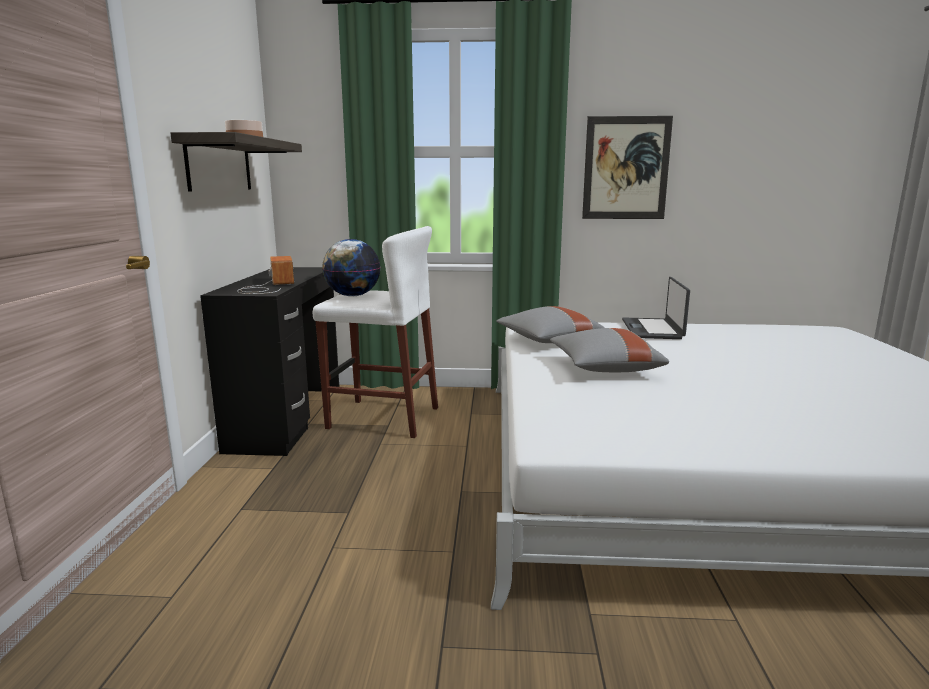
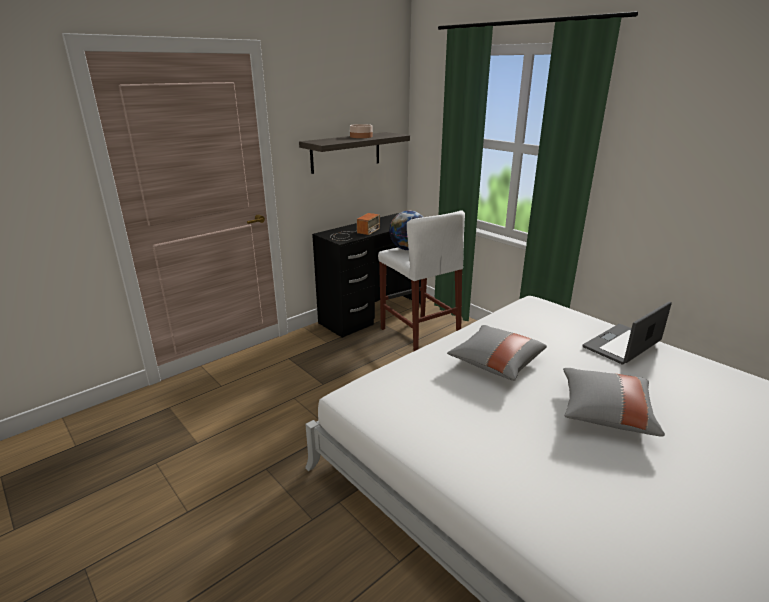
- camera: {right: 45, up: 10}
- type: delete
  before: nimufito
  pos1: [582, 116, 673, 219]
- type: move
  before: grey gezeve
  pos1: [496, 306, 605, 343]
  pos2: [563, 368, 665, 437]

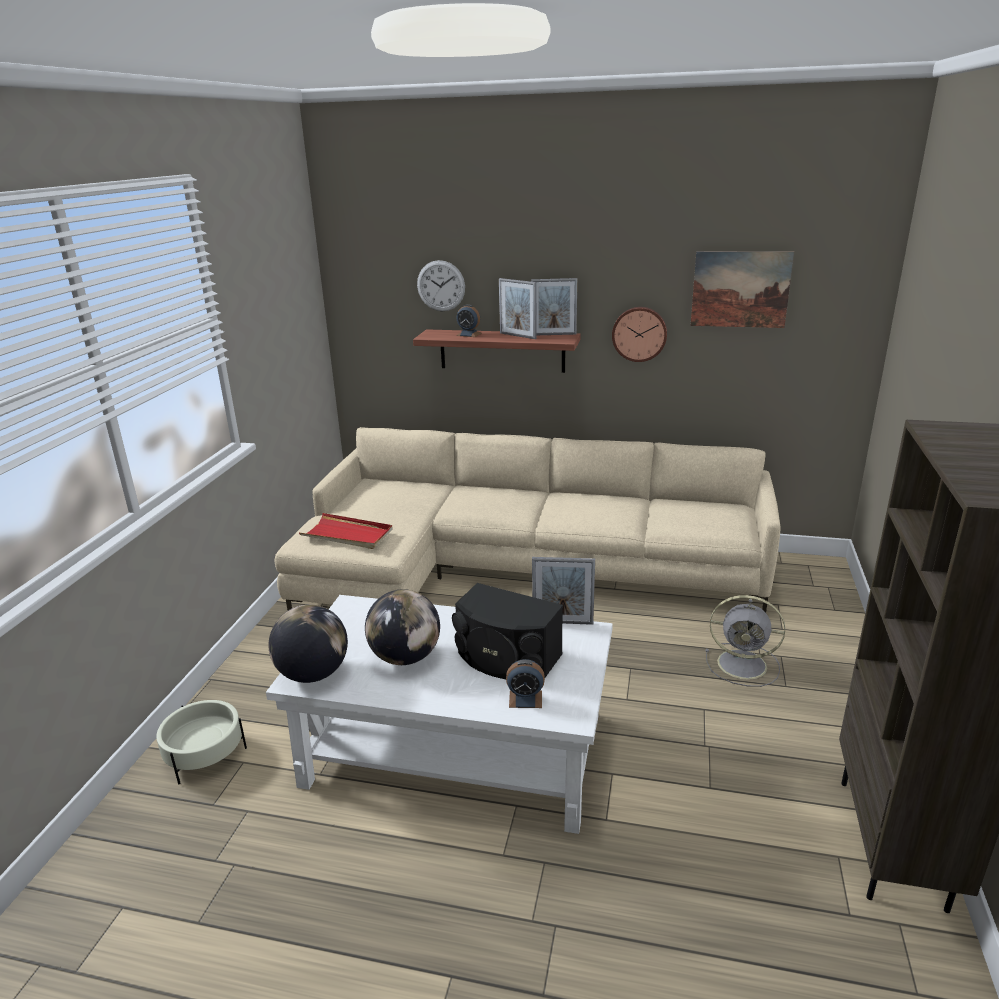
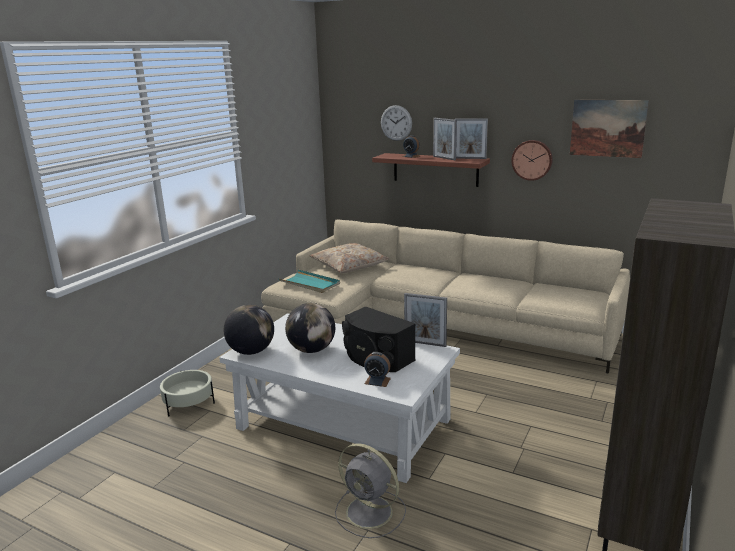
- camera: {right: 15, up: -5}
- type: recolor
  before: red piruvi
  after: turquoise piruvi
  pos1: [299, 513, 393, 549]
  pos2: [279, 270, 340, 293]
- type: move
  before: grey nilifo
  pos1: [706, 595, 785, 687]
  pos2: [335, 443, 406, 538]
- type: insert
  after: beige gezeve
  pos2: [310, 243, 390, 273]

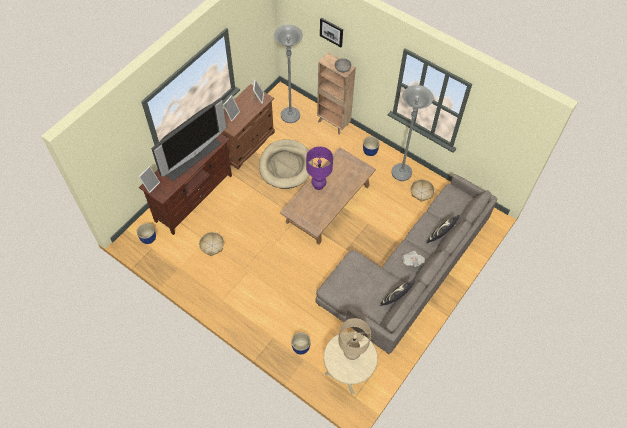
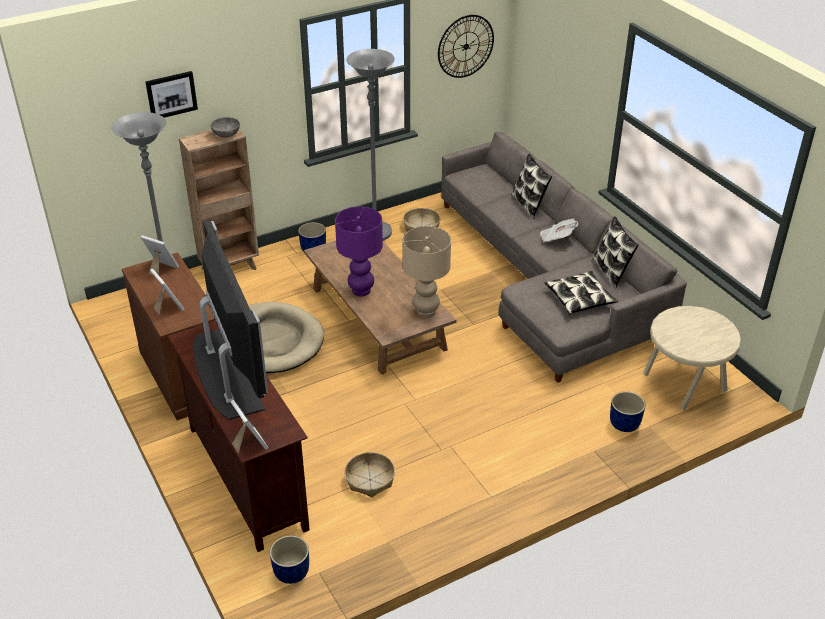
- camera: {right: -65, up: -20}
- type: move
  before: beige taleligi
  pos1: [338, 318, 371, 360]
  pos2: [403, 226, 451, 318]
- type: insert
  after: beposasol
  pos2: [438, 15, 494, 78]
- type: insert
  after: gezeve
  pos2: [544, 271, 618, 315]

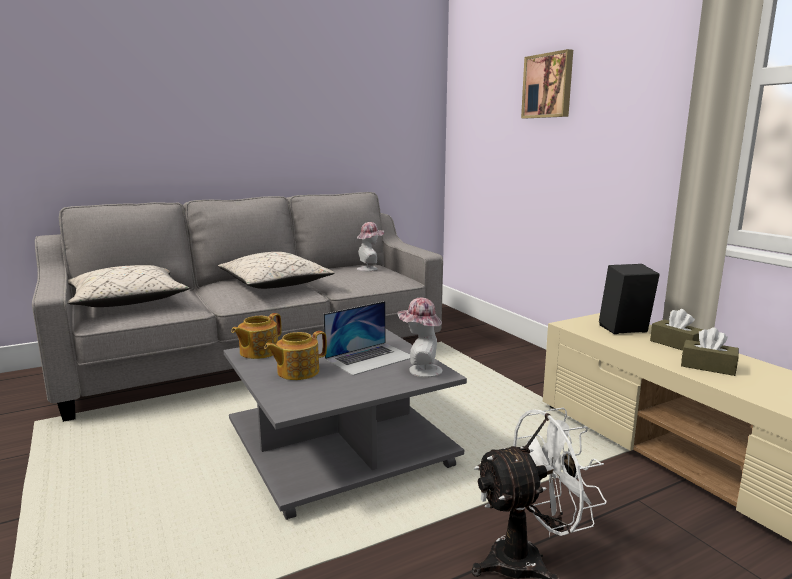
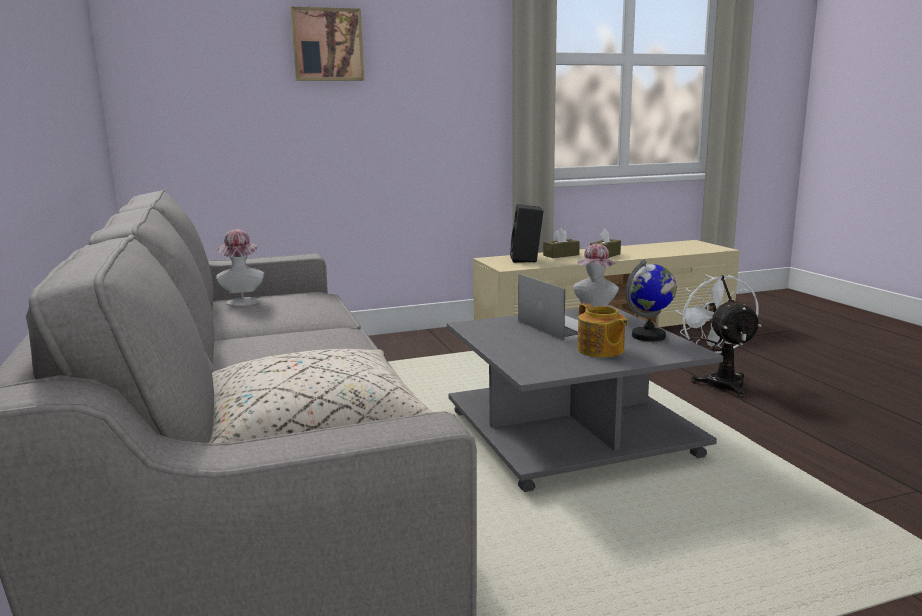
- camera: {right: -80, up: 0}
- type: delete
  before: beige gezeve
  pos1: [218, 252, 335, 289]
- type: delete
  before: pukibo
  pos1: [231, 313, 282, 359]
- type: insert
  after: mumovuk
  pos2: [626, 259, 676, 341]

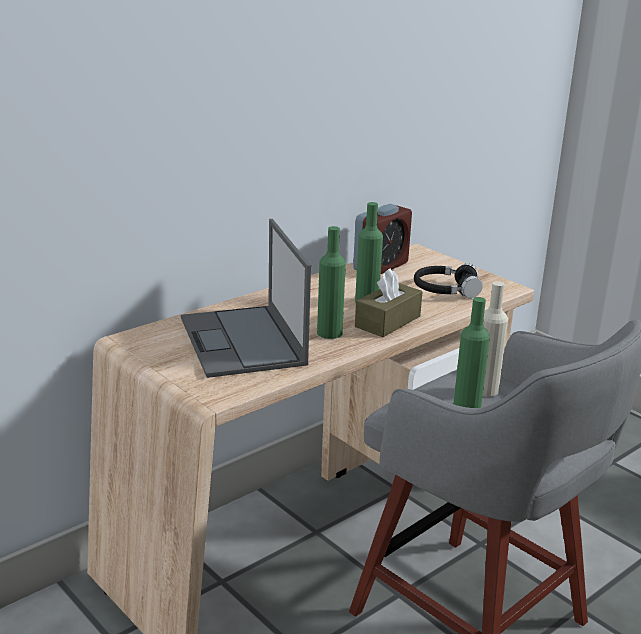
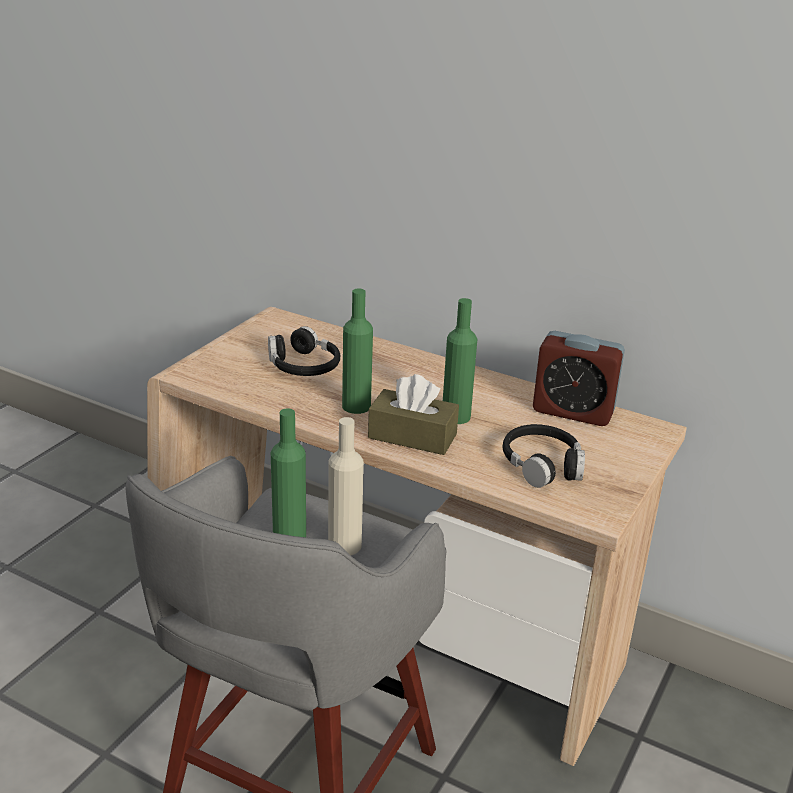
- camera: {right: 70, up: 5}
- type: replace
  before: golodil
  after: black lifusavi
  pos1: [181, 219, 311, 378]
  pos2: [268, 326, 340, 376]

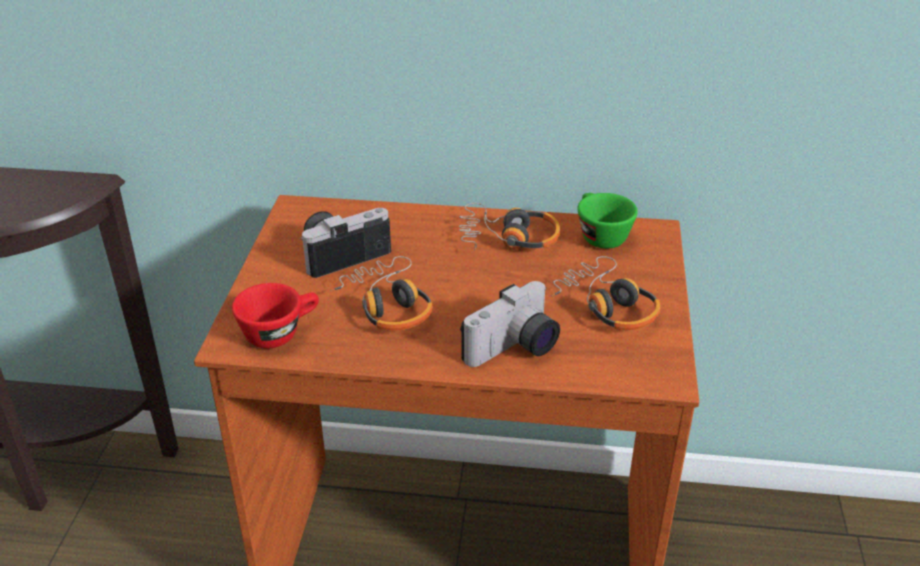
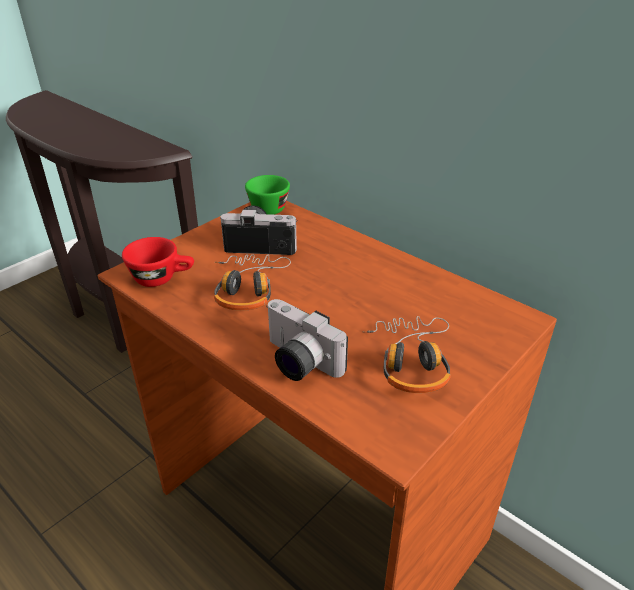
- camera: {right: 35, up: 0}
- type: move
  before: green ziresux
  pos1: [578, 193, 638, 249]
  pos2: [245, 175, 290, 215]
- type: delete
  before: lifusavi
  pos1: [459, 203, 560, 250]
- type: rotate
  before: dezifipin
  pos1: [460, 281, 560, 367]
  pos2: [266, 299, 348, 381]
  turn: 45

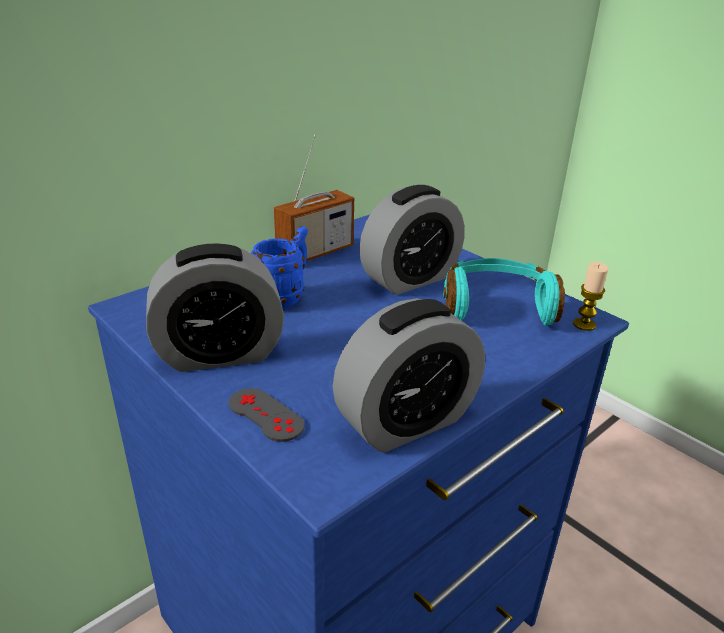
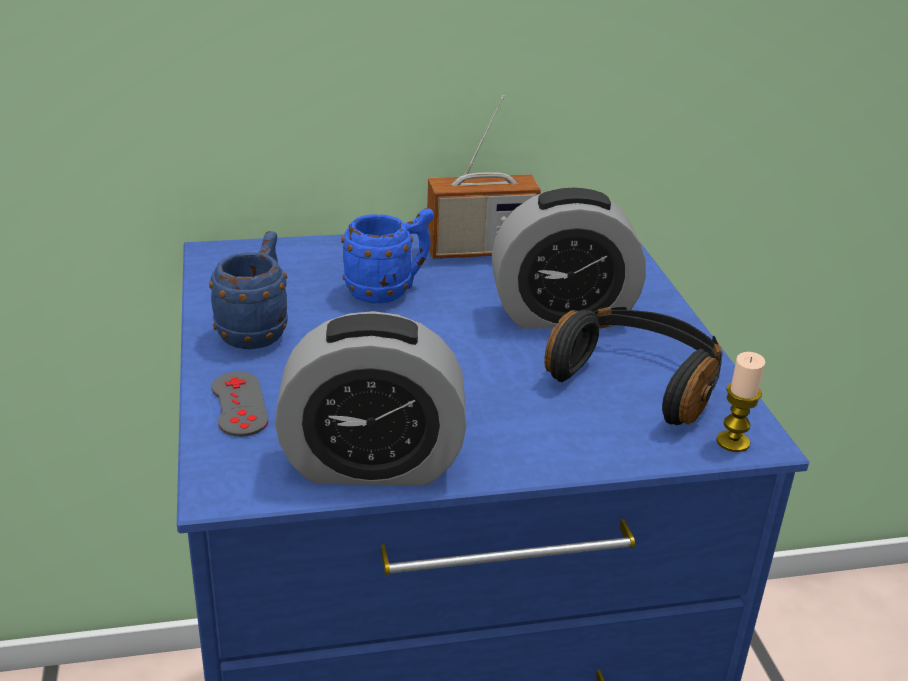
- camera: {right: 30, up: 0}
- type: replace
  before: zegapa
  after: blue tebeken
  pos1: [146, 243, 284, 372]
  pos2: [209, 231, 288, 349]
- type: recolor
  before: turquoise lifusavi
  after: black lifusavi
  pos1: [443, 258, 565, 326]
  pos2: [544, 307, 722, 425]

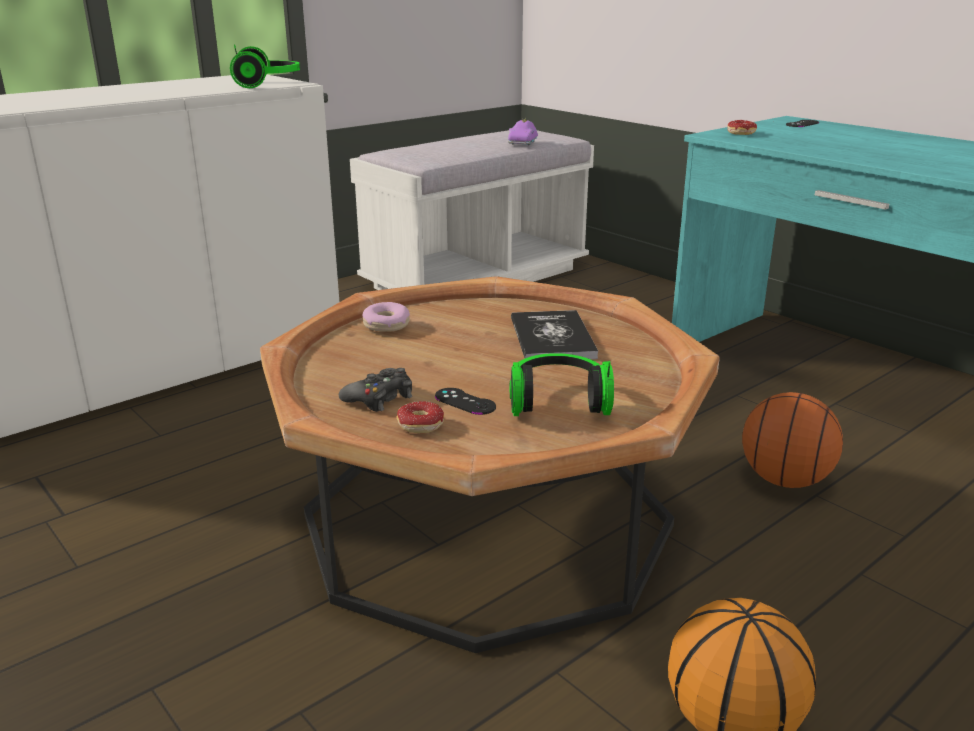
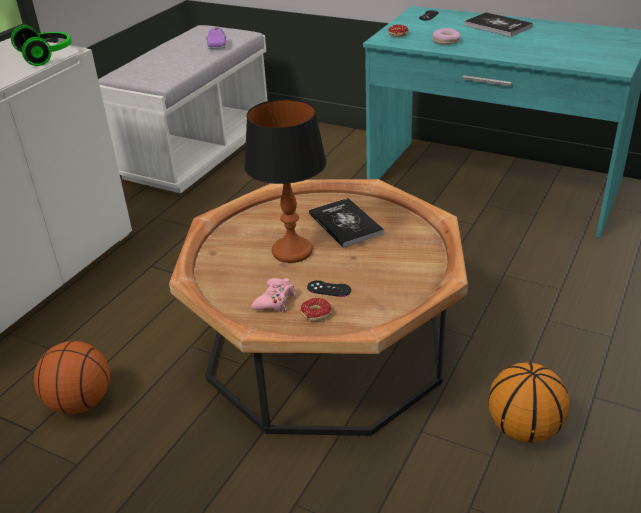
- camera: {right: -20, up: 10}
- type: move
  before: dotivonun
  pos1: [362, 302, 410, 332]
  pos2: [433, 28, 461, 45]
- type: delete
  before: lifusavi
  pos1: [510, 353, 614, 416]
- type: recolor
  before: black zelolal
  after: pink zelolal
  pos1: [339, 368, 412, 412]
  pos2: [251, 278, 296, 312]
- type: move
  before: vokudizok
  pos1: [742, 392, 843, 488]
  pos2: [34, 341, 110, 414]
- type: insert
  after: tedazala
  pos2: [464, 12, 533, 37]
- type: insert
  after: taleligi
  pos2: [244, 99, 326, 263]

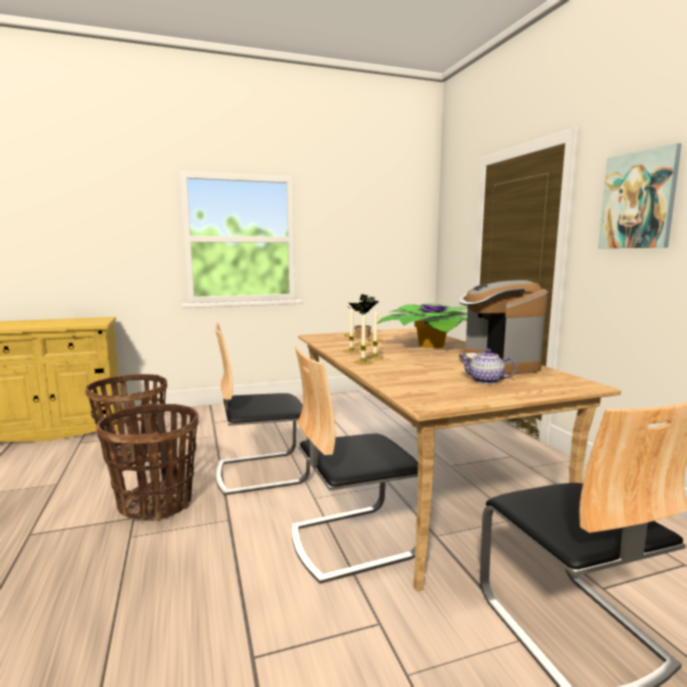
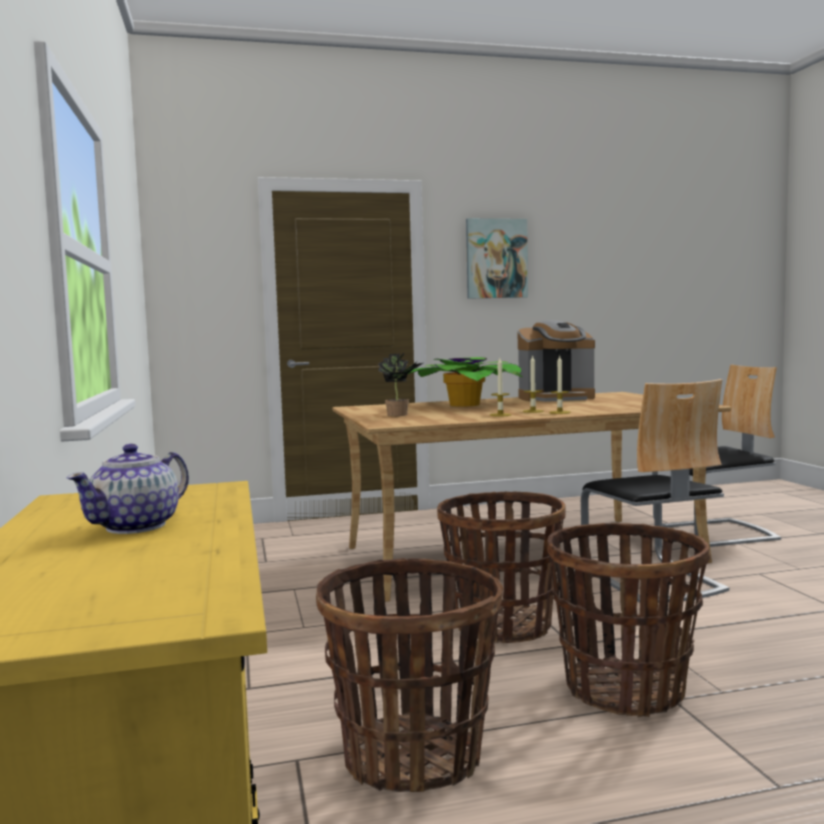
- camera: {right: -85, up: -5}
- type: replace
  before: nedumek
  after: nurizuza
  pos1: [215, 322, 310, 495]
  pos2: [437, 491, 566, 643]
- type: move
  before: pukibo
  pos1: [460, 349, 517, 384]
  pos2: [67, 444, 189, 534]

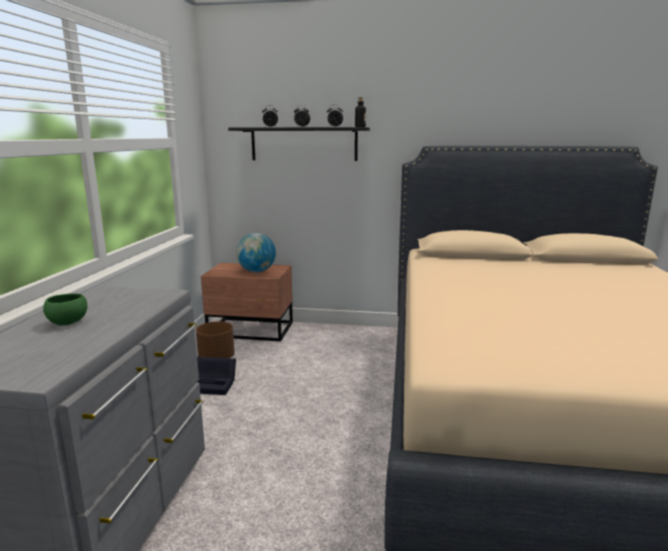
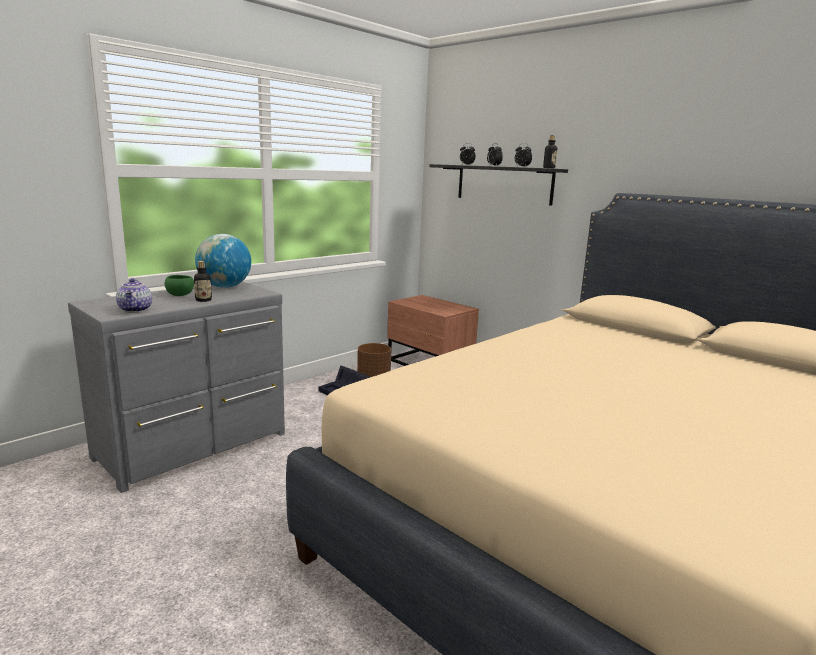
- camera: {right: 35, up: 0}
- type: move
  before: mumovuk
  pos1: [236, 233, 276, 272]
  pos2: [195, 234, 251, 288]
- type: insert
  after: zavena
  pos2: [194, 261, 212, 302]
- type: insert
  after: pukibo
  pos2: [116, 278, 152, 313]

